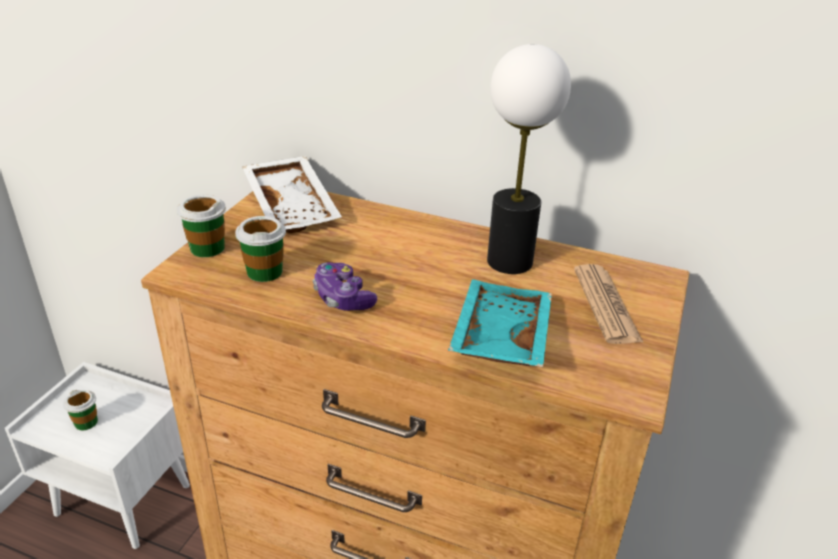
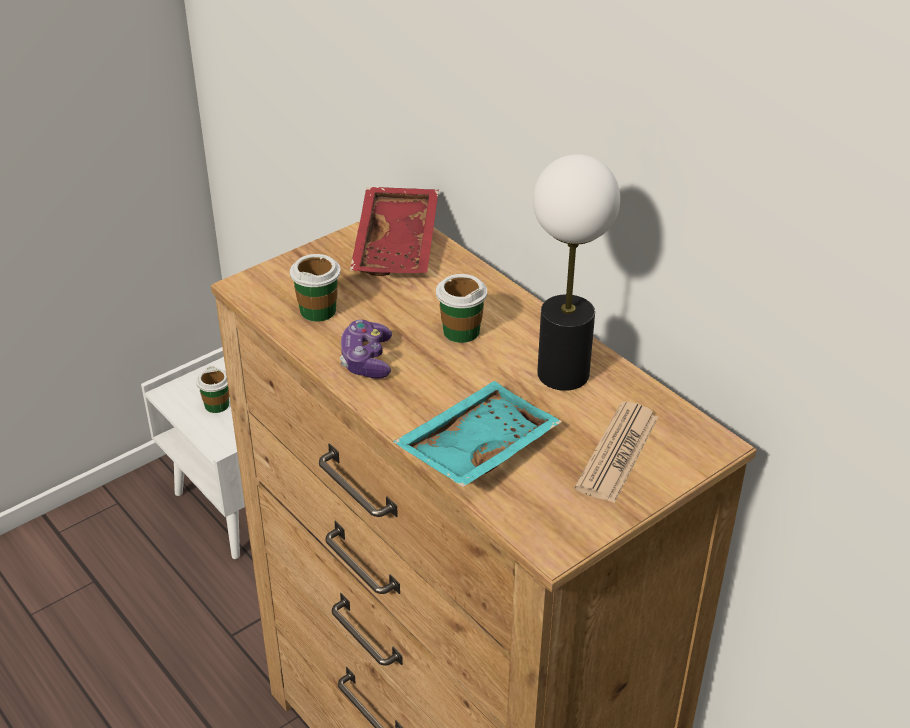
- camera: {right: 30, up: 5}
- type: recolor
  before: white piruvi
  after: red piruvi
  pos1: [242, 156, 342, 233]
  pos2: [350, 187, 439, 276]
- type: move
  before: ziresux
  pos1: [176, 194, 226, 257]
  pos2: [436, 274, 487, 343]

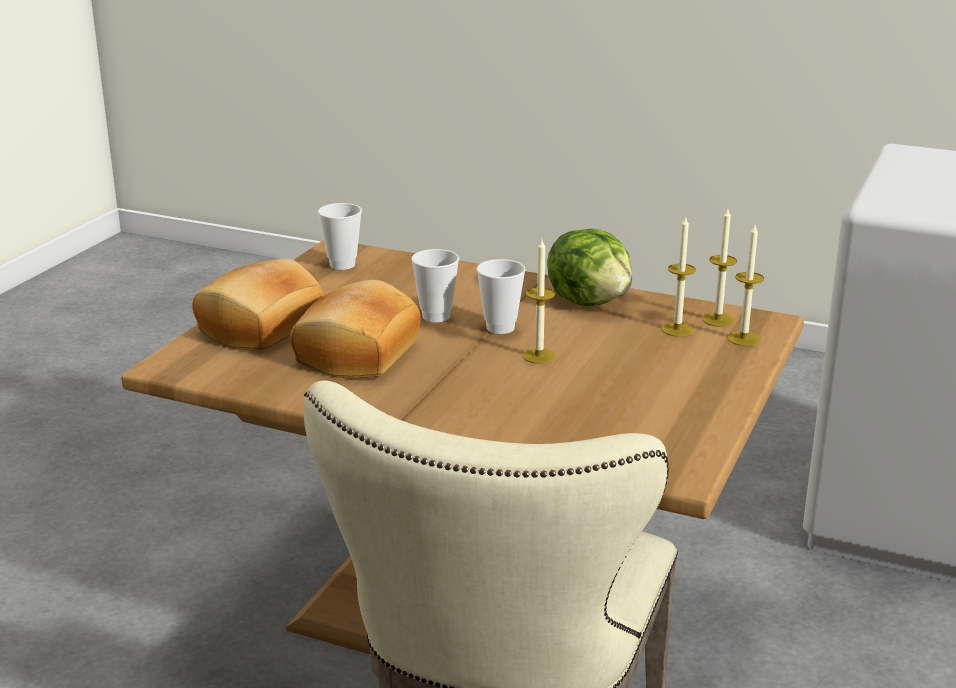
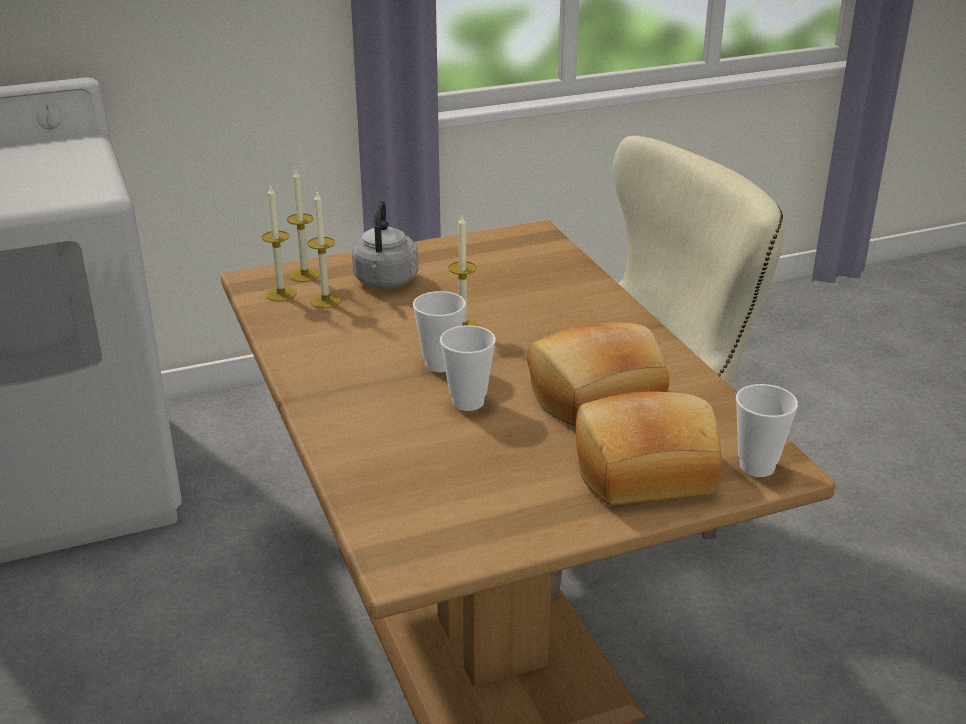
- camera: {right: -135, up: 5}
- type: move
  before: ziresux
  pos1: [318, 203, 362, 270]
  pos2: [736, 384, 798, 477]
- type: delete
  before: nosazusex
  pos1: [547, 229, 632, 306]
- type: insert
  after: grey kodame
  pos2: [352, 200, 418, 288]

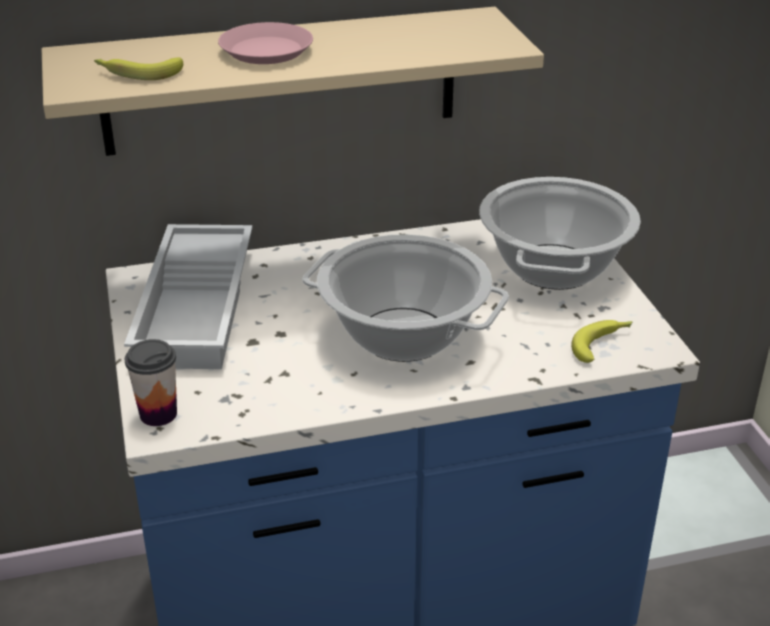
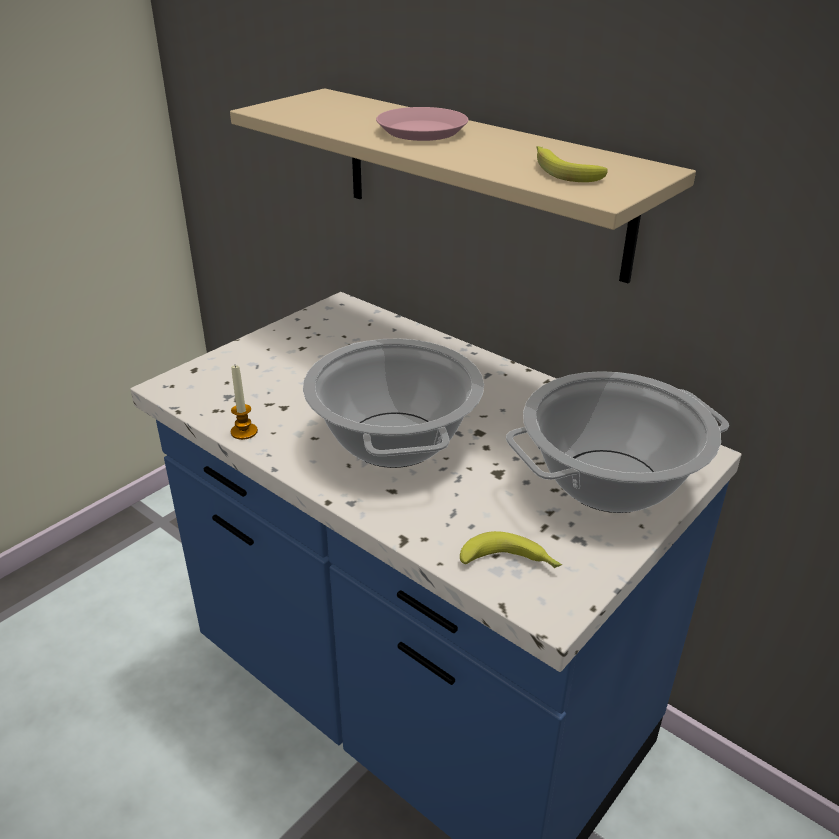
- camera: {right: 55, up: 0}
- type: move
  before: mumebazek
  pos1: [94, 57, 183, 80]
  pos2: [536, 146, 607, 182]
- type: delete
  before: white piruvi
  pos1: [124, 224, 253, 369]
- type: delete
  before: ziresux
  pos1: [125, 339, 177, 426]
- type: insert
  after: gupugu
  pos2: [231, 365, 258, 440]

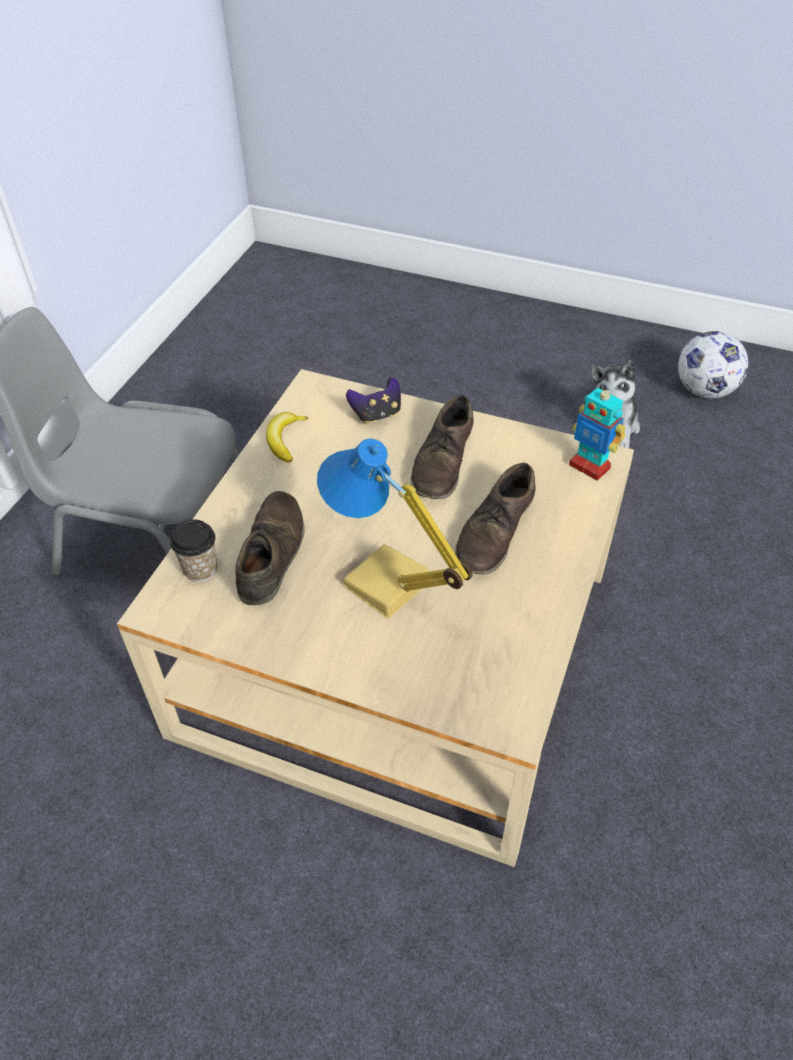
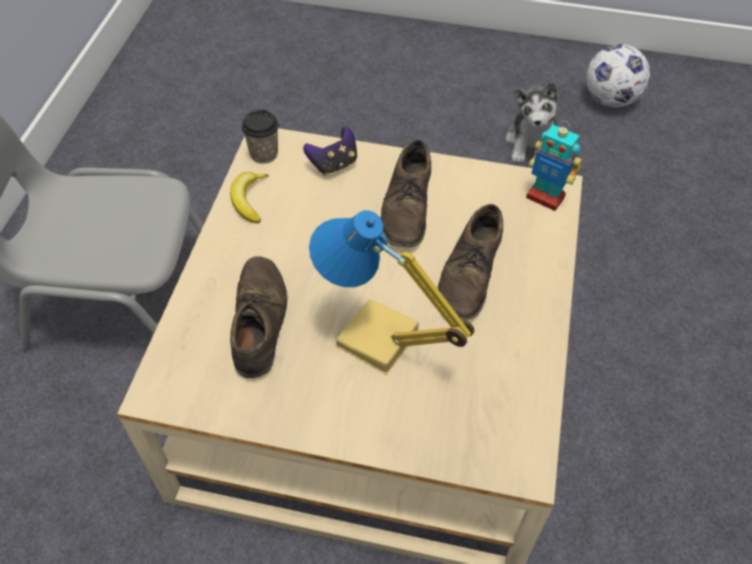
- camera: {right: -10, up: 5}
- type: move
  before: ziresux
  pos1: [170, 519, 217, 582]
  pos2: [241, 109, 279, 164]

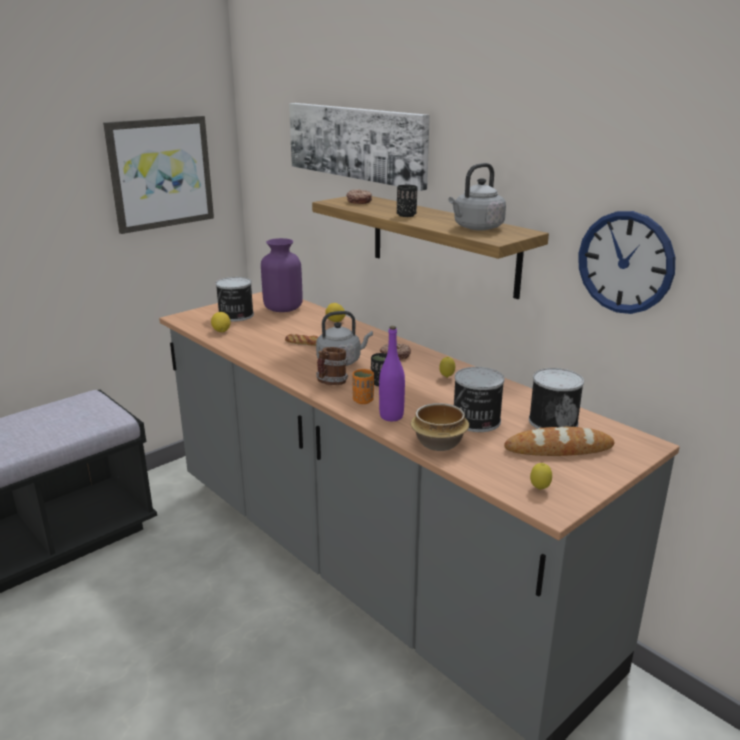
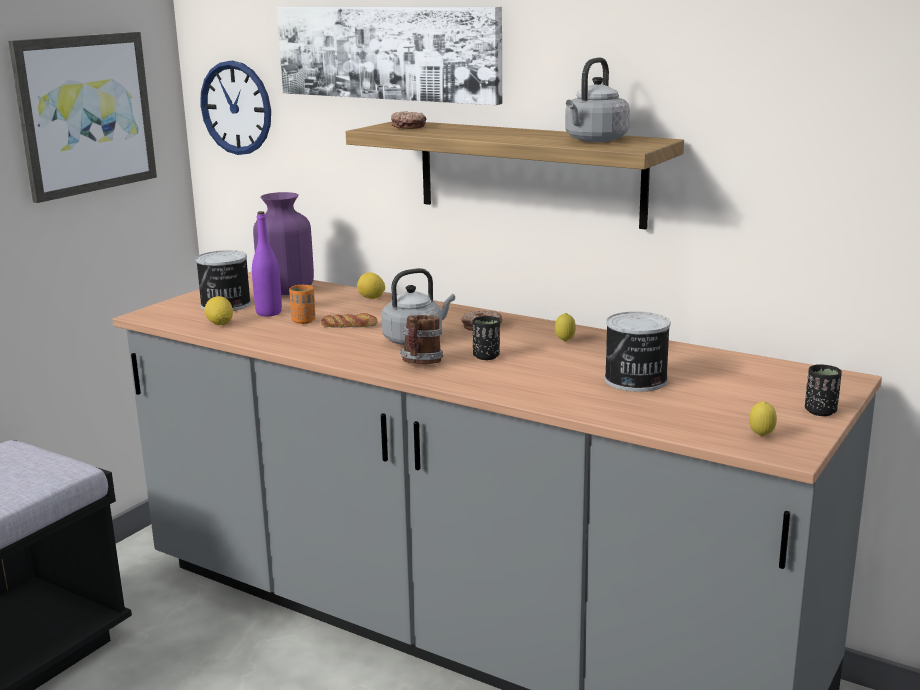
- camera: {right: -15, up: -5}
- type: move
  before: black ziresux
  pos1: [397, 185, 418, 217]
  pos2: [805, 364, 842, 416]
- type: move
  before: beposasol
  pos1: [578, 211, 675, 314]
  pos2: [201, 61, 271, 155]
- type: move
  before: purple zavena
  pos1: [379, 326, 405, 421]
  pos2: [252, 211, 282, 316]
- type: delete
  before: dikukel
  pos1: [529, 368, 584, 429]
- type: move
  before: orange ziresux
  pos1: [353, 369, 374, 404]
  pos2: [289, 285, 315, 324]
- type: delete
  before: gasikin
  pos1: [411, 403, 469, 451]
- type: delete
  before: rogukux
  pos1: [504, 427, 614, 456]

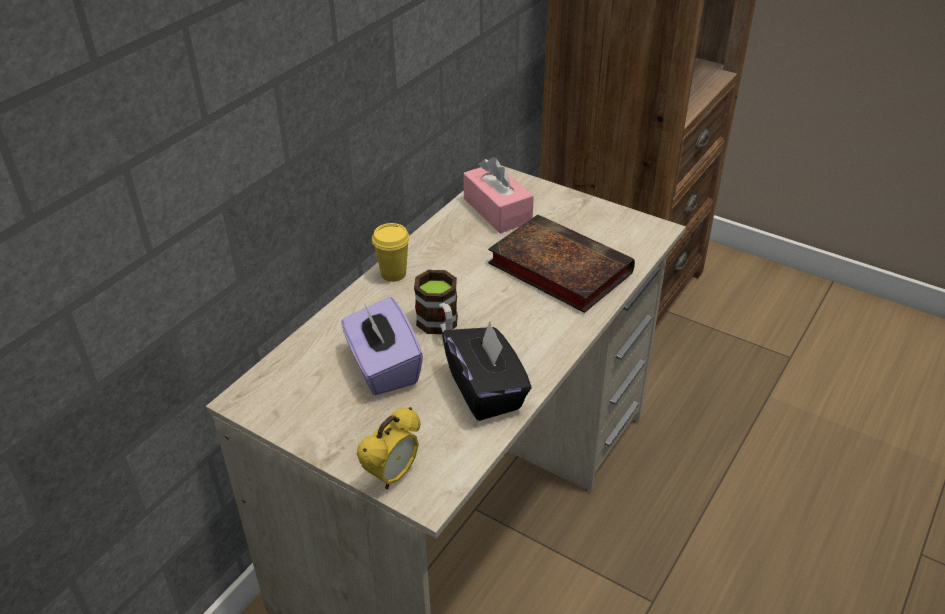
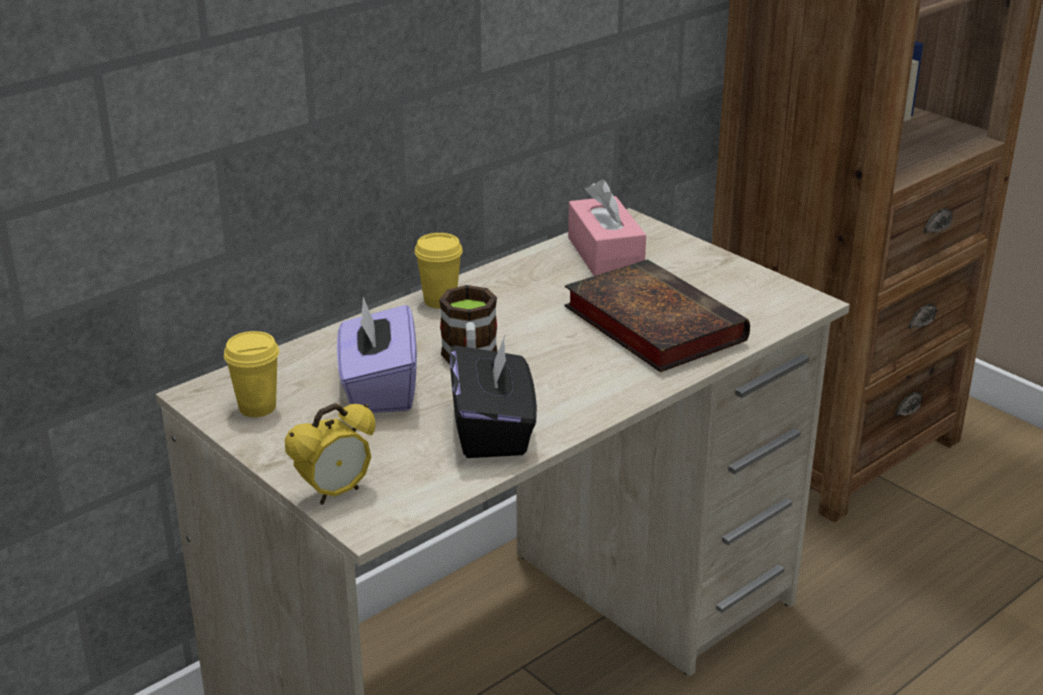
- camera: {right: 15, up: -10}
- type: insert
  after: yellow ziresux
  pos2: [224, 331, 279, 417]

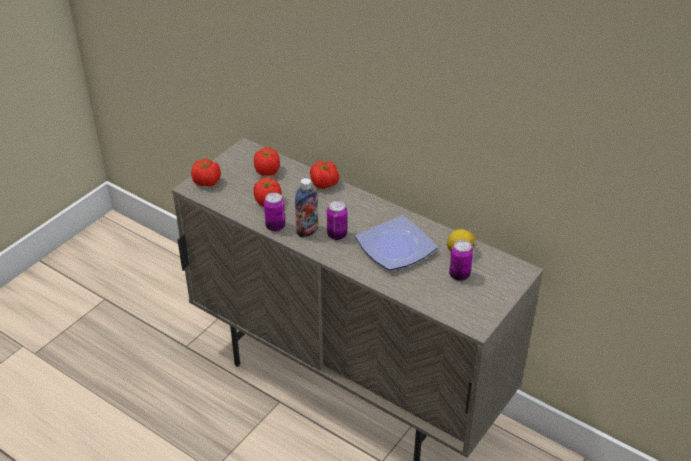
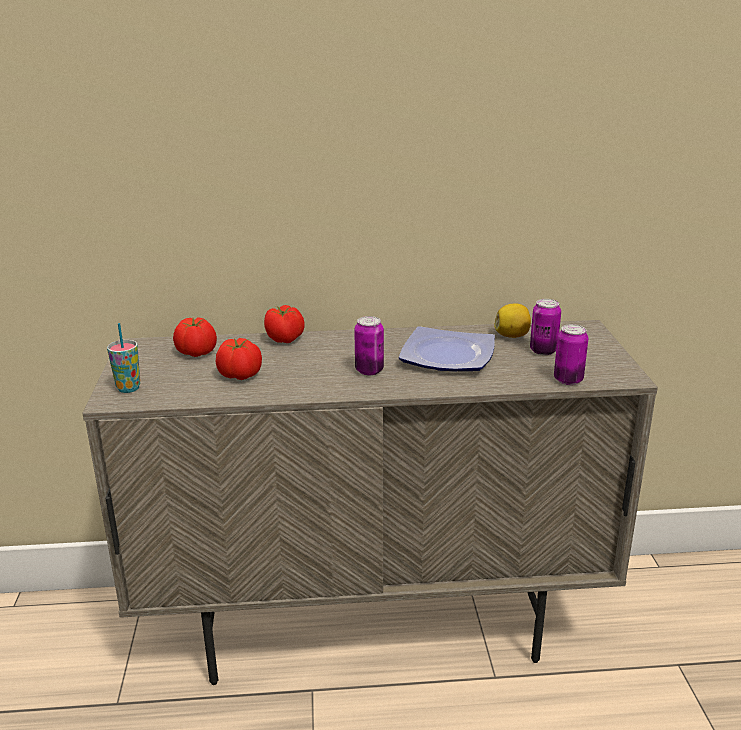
- camera: {right: -40, up: -15}
- type: replace
  before: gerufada
  after: ziresux
  pos1: [191, 159, 221, 187]
  pos2: [107, 323, 140, 393]
- type: delete
  before: zavena
  pos1: [295, 178, 318, 237]
- type: move
  before: dikukel
  pos1: [264, 193, 285, 232]
  pos2: [554, 324, 588, 385]

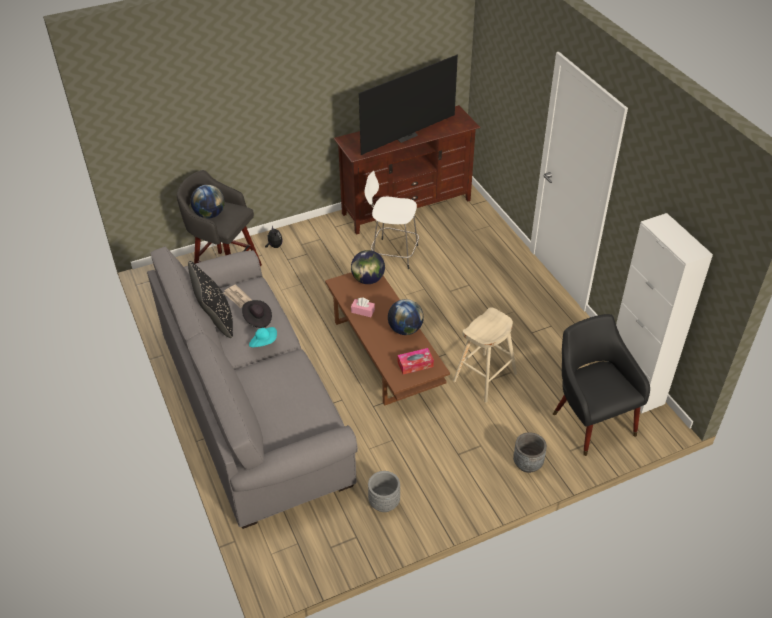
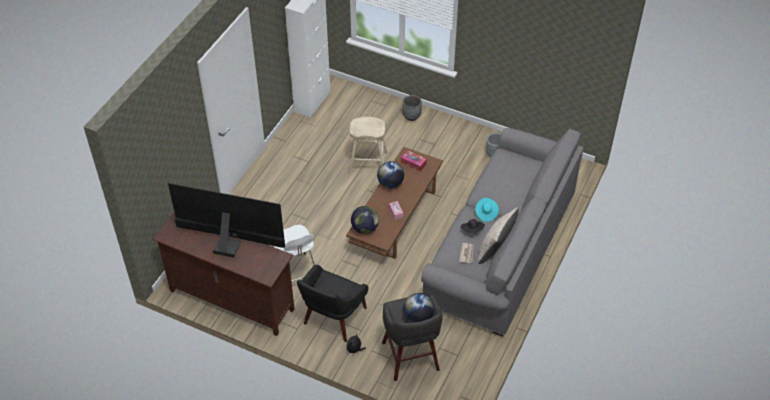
- camera: {right: -130, up: 5}
- type: recolor
  before: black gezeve
  after: beige gezeve
  pos1: [188, 261, 233, 338]
  pos2: [478, 207, 519, 264]
- type: move
  before: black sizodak
  pos1: [553, 314, 650, 456]
  pos2: [297, 265, 368, 342]

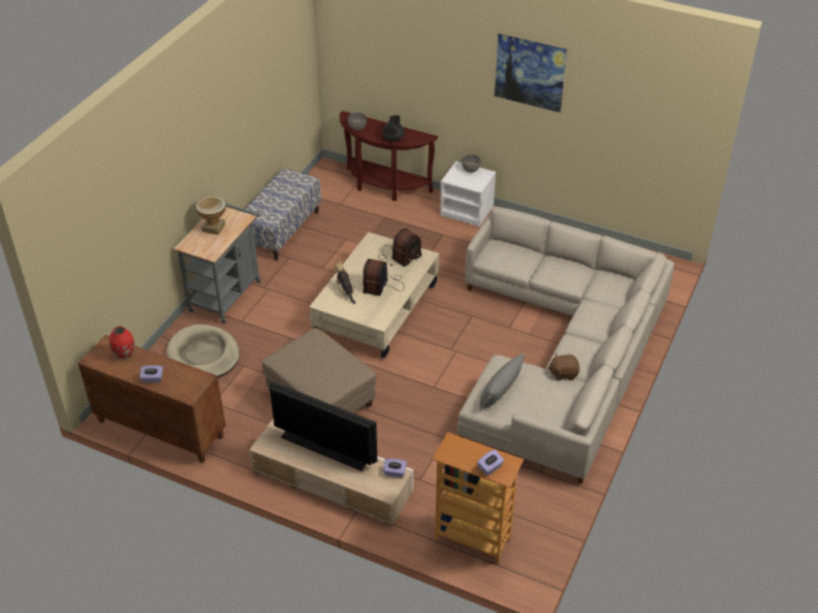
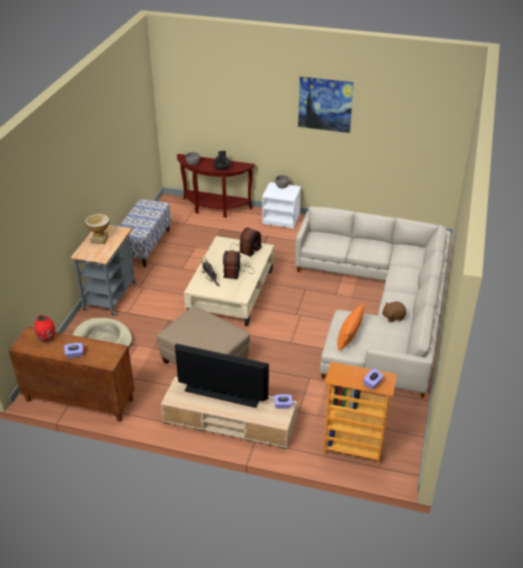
- camera: {right: -10, up: -5}
- type: recolor
  before: grey gezeve
  after: orange gezeve
  pos1: [480, 354, 525, 411]
  pos2: [337, 304, 365, 351]

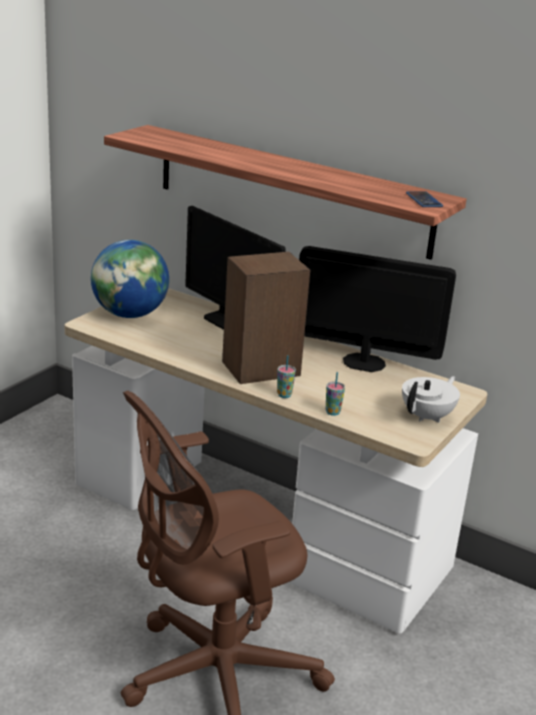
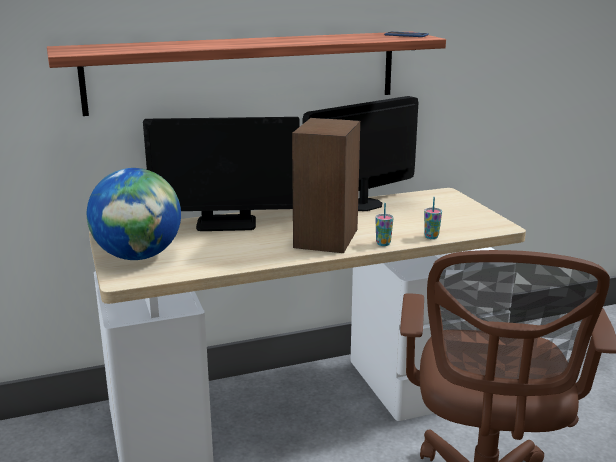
- camera: {right: -50, up: -5}
- type: delete
  before: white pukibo
  pos1: [402, 376, 460, 423]

